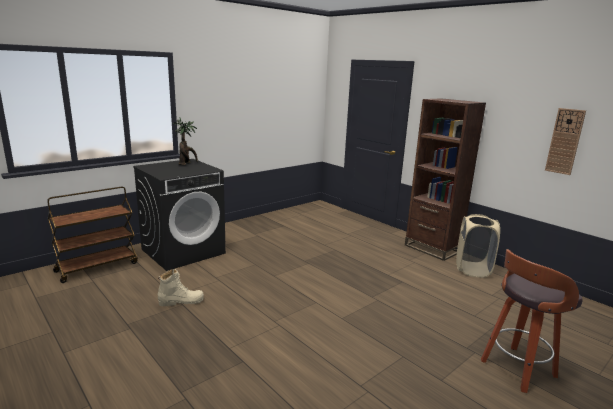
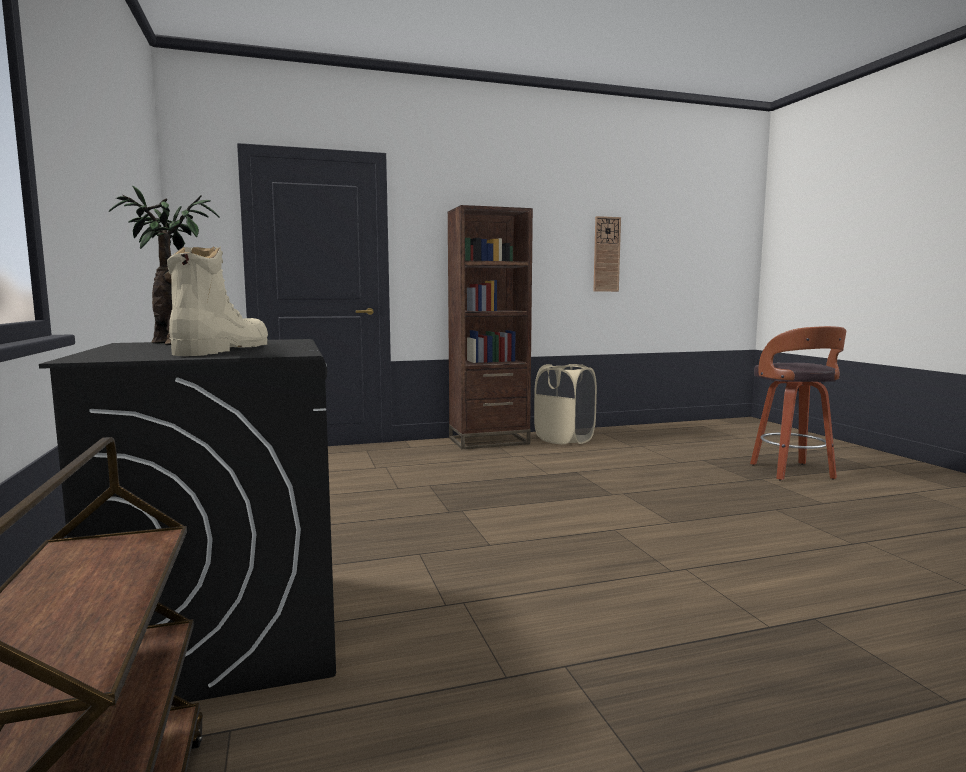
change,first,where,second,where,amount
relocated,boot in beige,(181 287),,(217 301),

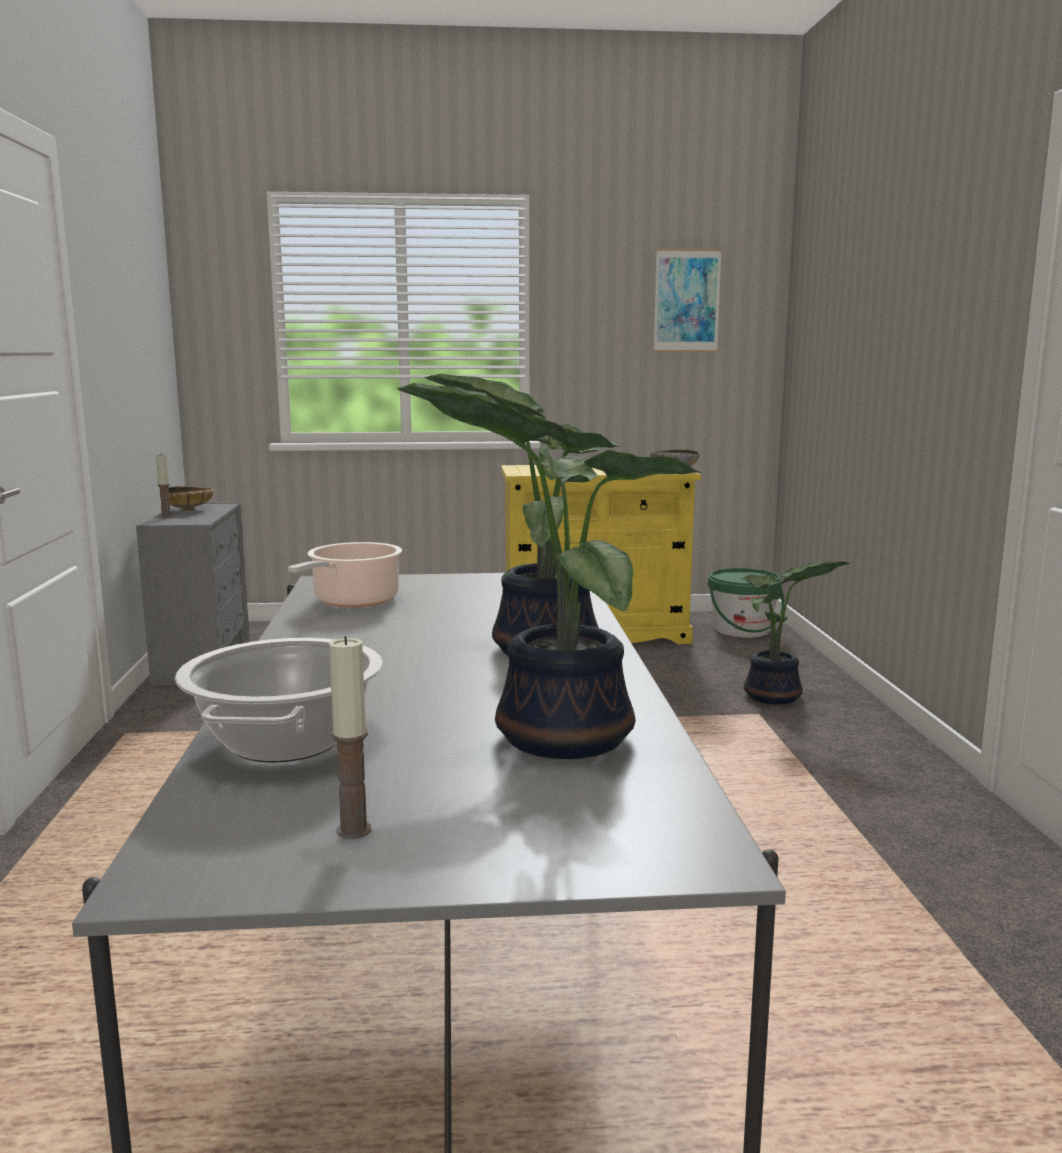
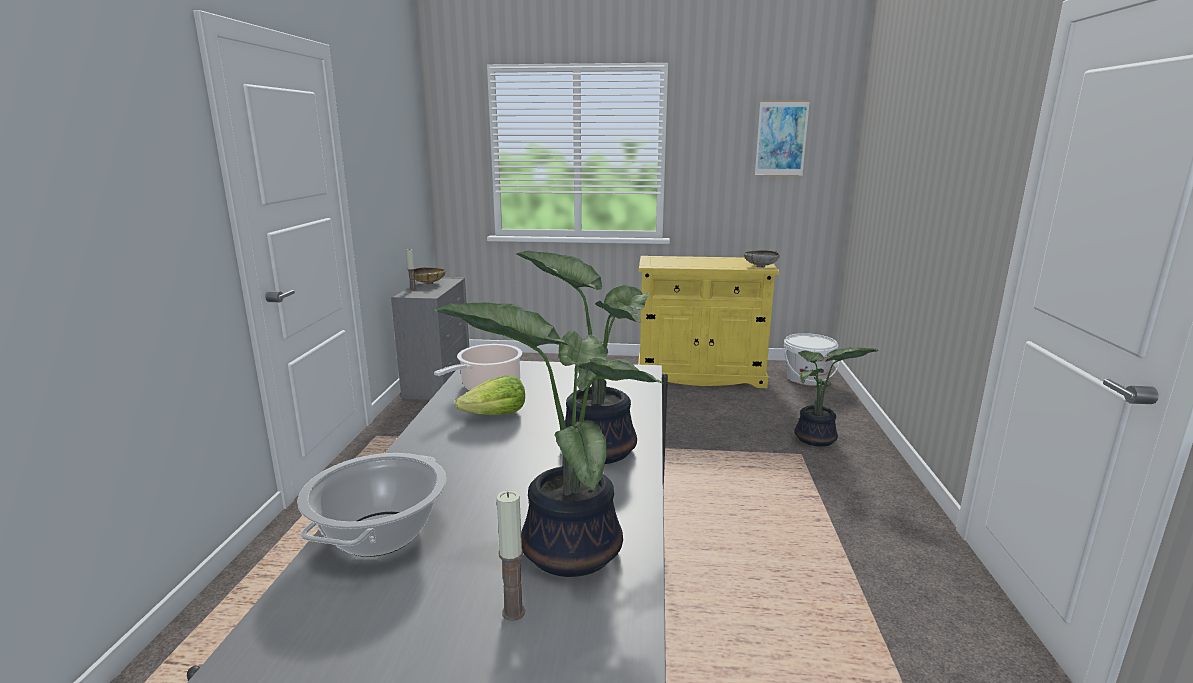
change,first,where,second,where,amount
colour,bucket in green,(746 603),bucket in white,(811 359),
relocated,candle,(350 737),,(511 555),
appeared,,,lettuce,(490 395),

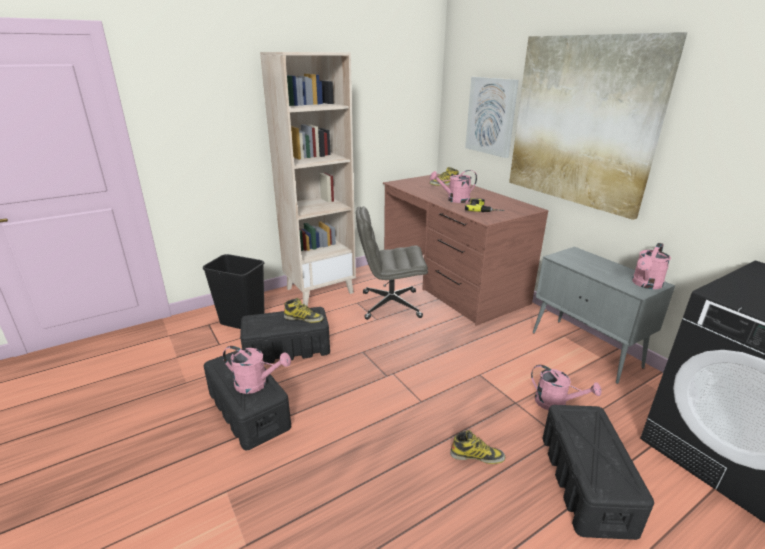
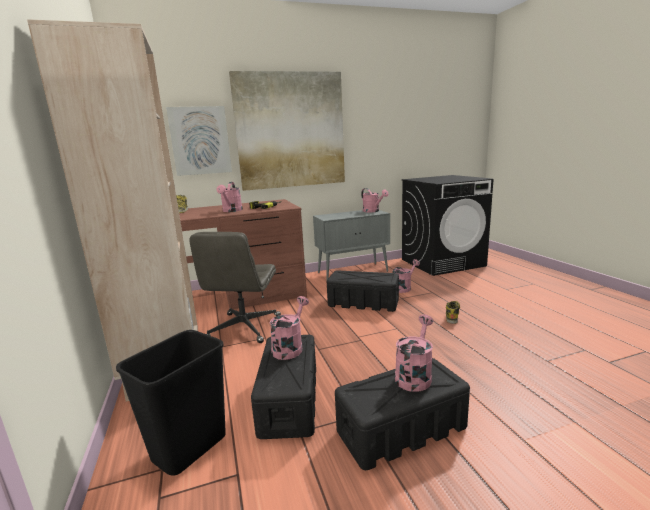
change,first,where,second,where,amount
exchanged,boot,(304 310),watering can in pink,(289 328),
relocated,storage box in black,(598 472),,(363 291),

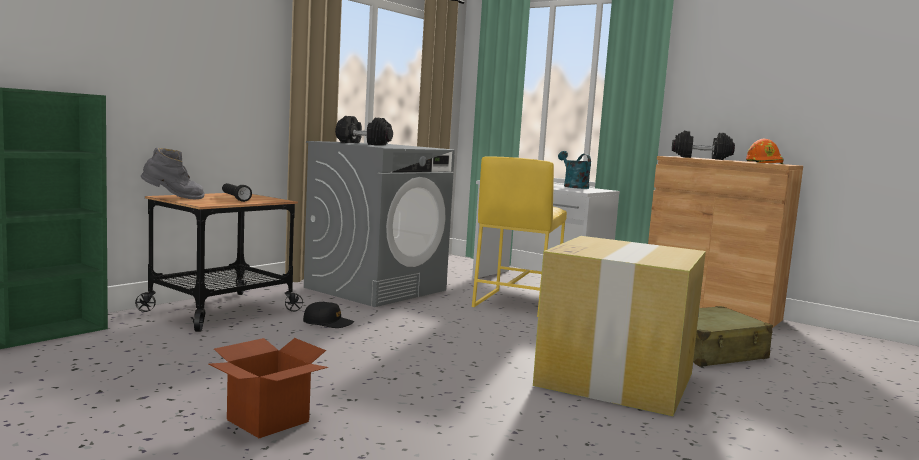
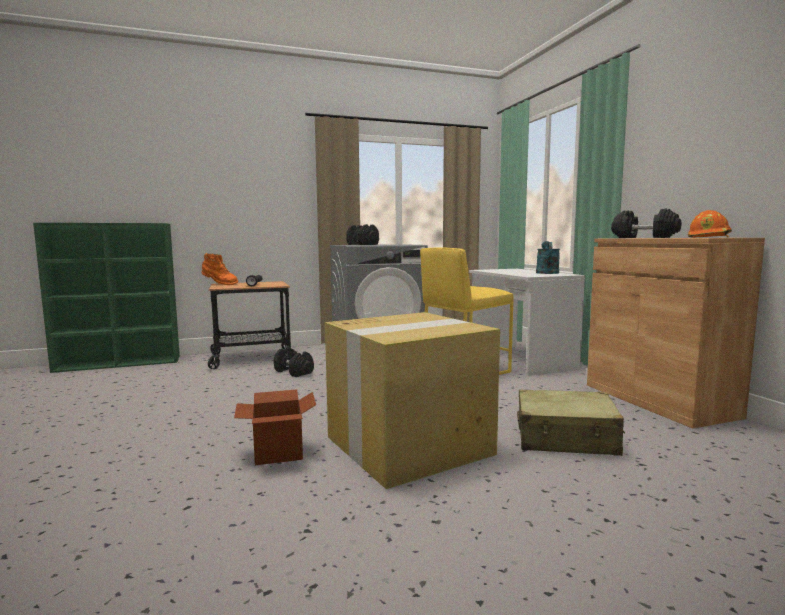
change,first,where,second,where,amount
colour,boot in grey,(173 173),boot in orange,(219 269),
exchanged,cap in black,(328 314),dumbbell in black,(294 362),
relocated,cardboard box,(268 388),,(275 427),

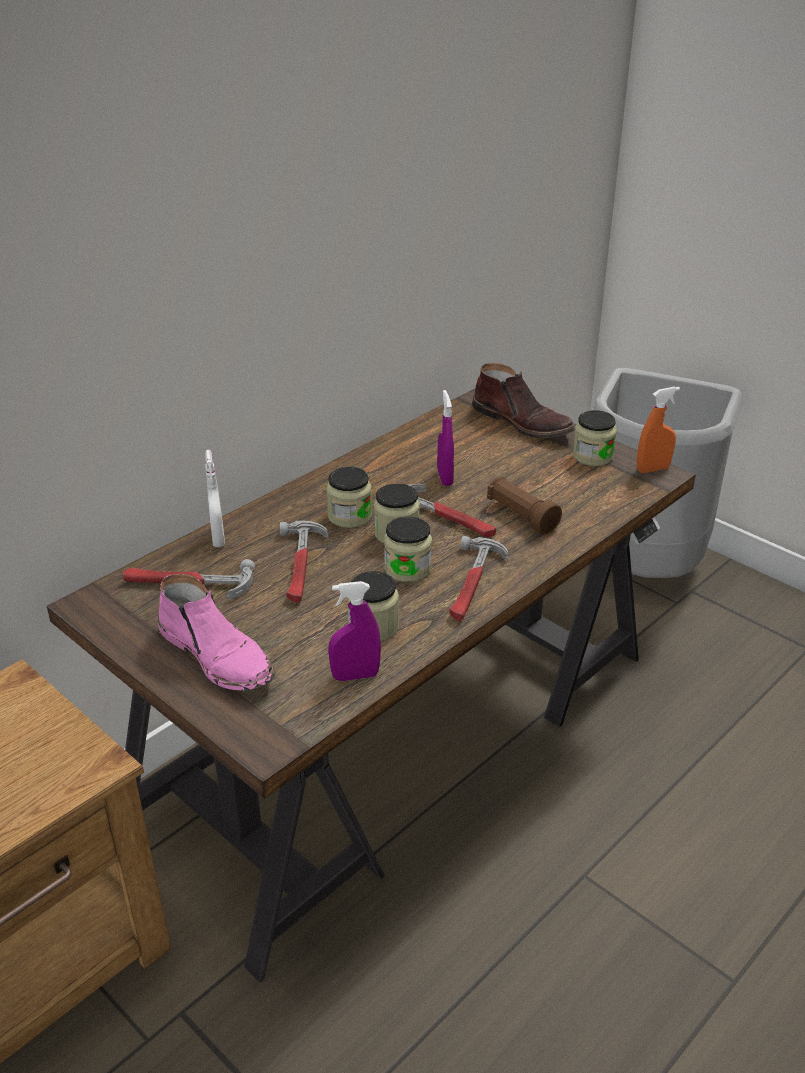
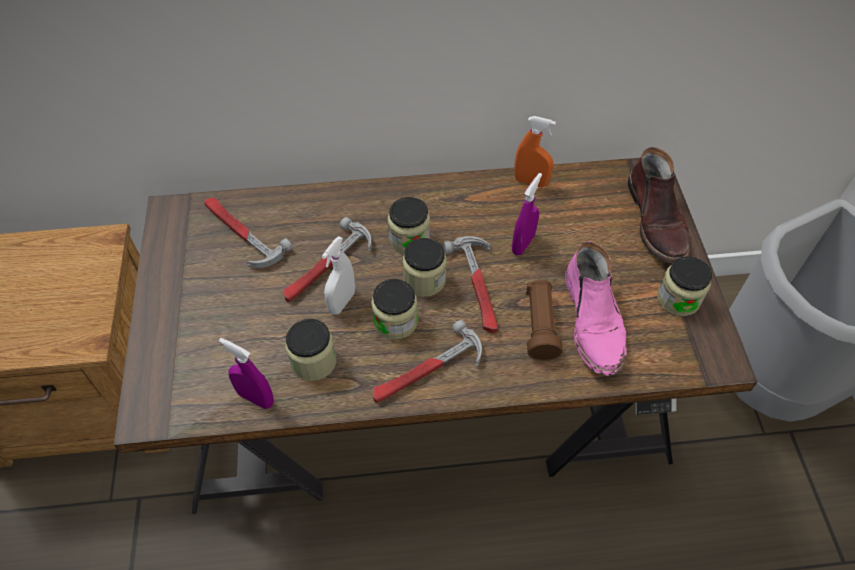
change,first,where,second,where,amount
relocated,spray bottle in orange,(658 430),,(535 151),
relocated,spray bottle in white,(215 498),,(338 275),
relocated,boot in pink,(216 632),,(596 309),

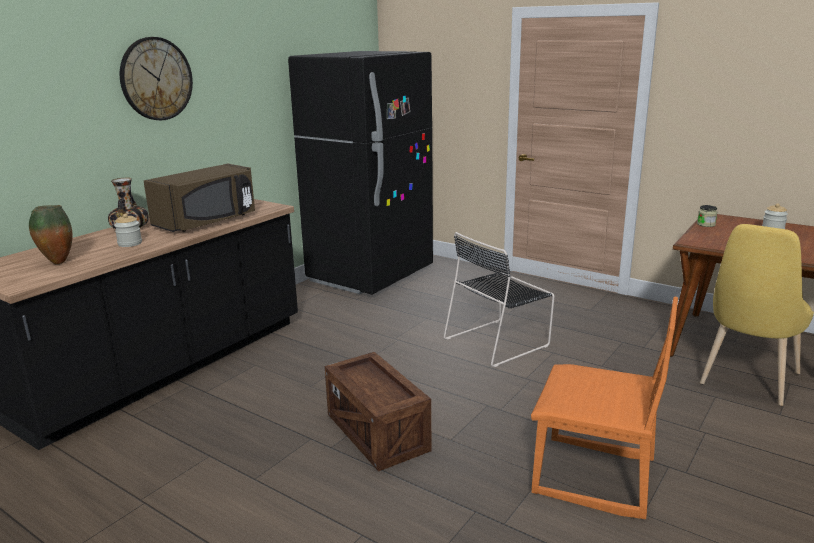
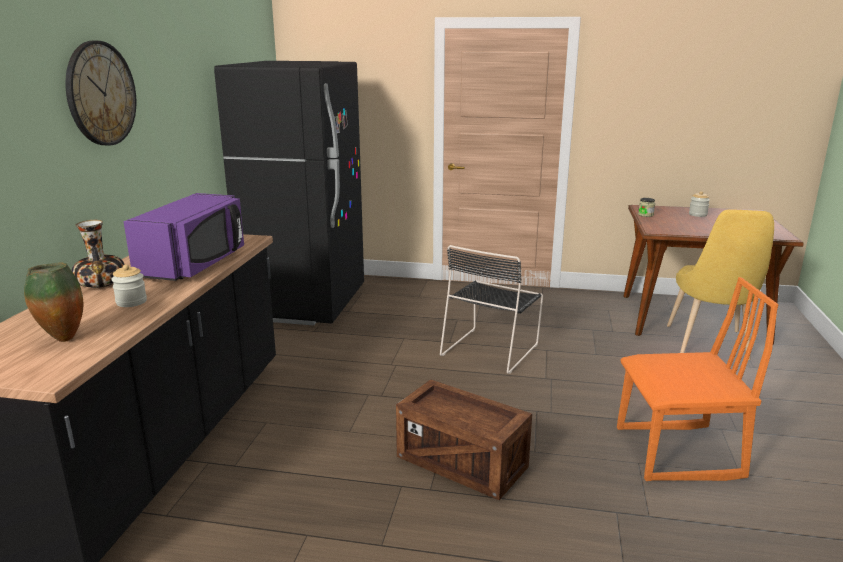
change,first,where,second,where,amount
colour,microwave in brown,(199 198),microwave in purple,(184 237),

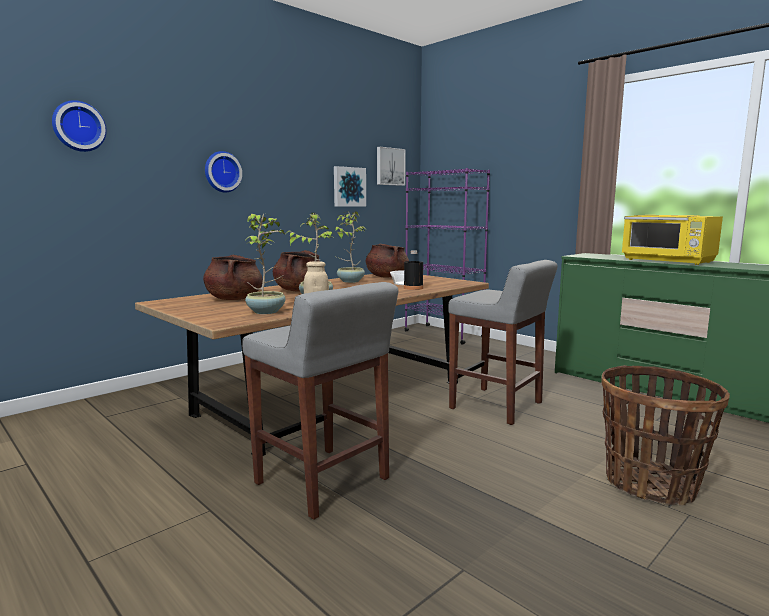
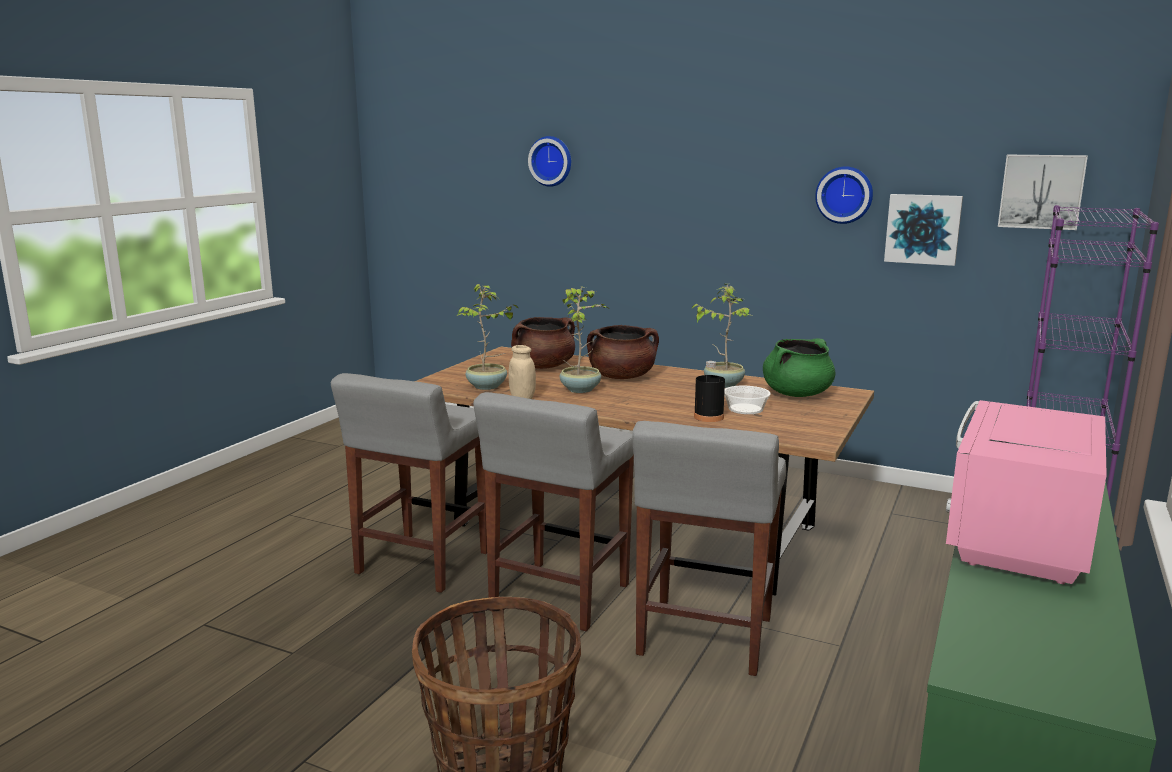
change,first,where,second,where,amount
relocated,wall clock,(223 172),,(844 195),
colour,microwave in yellow,(672 240),microwave in pink,(1026 492),
colour,cooking pot in brown,(387 260),cooking pot in green,(799 367),
appeared,,,stool in grey,(553 511),

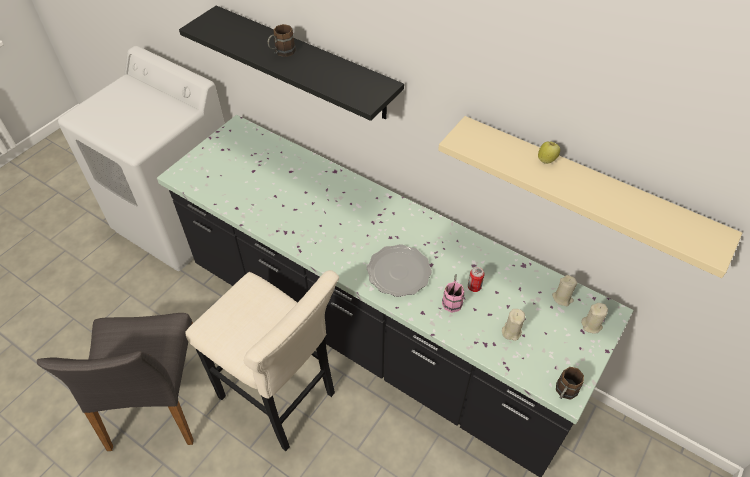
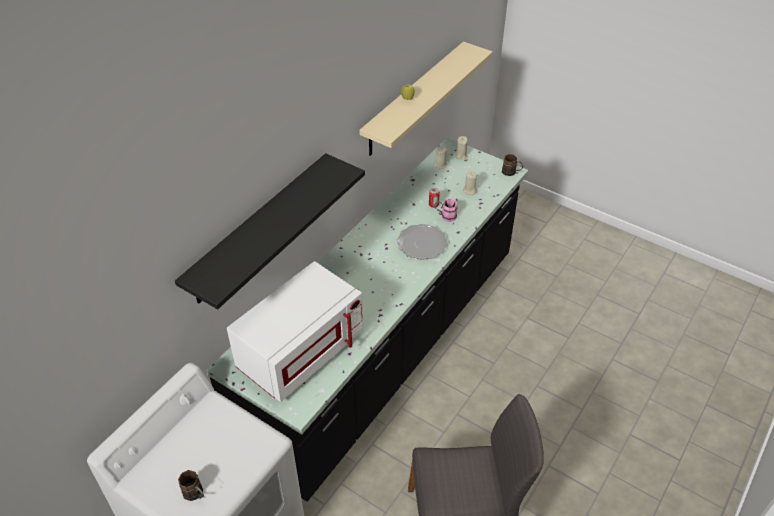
change,first,where,second,where,amount
relocated,mug in brown,(282 40),,(191 485),
missing,stool in beige,(262 360),,,
appeared,,,microwave in white,(295 331),

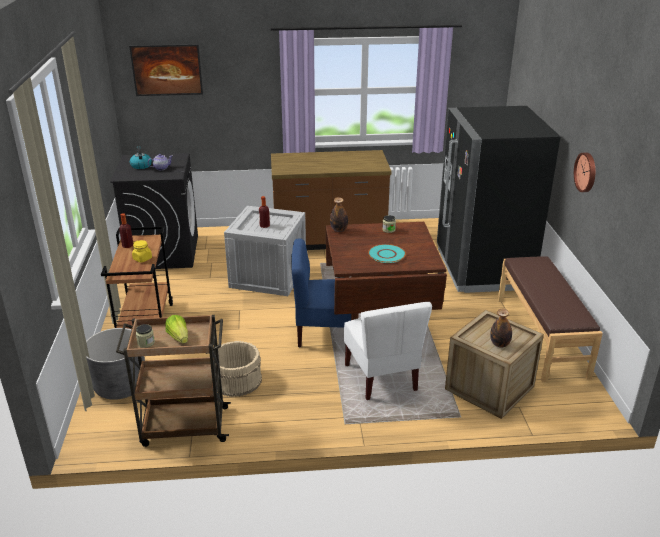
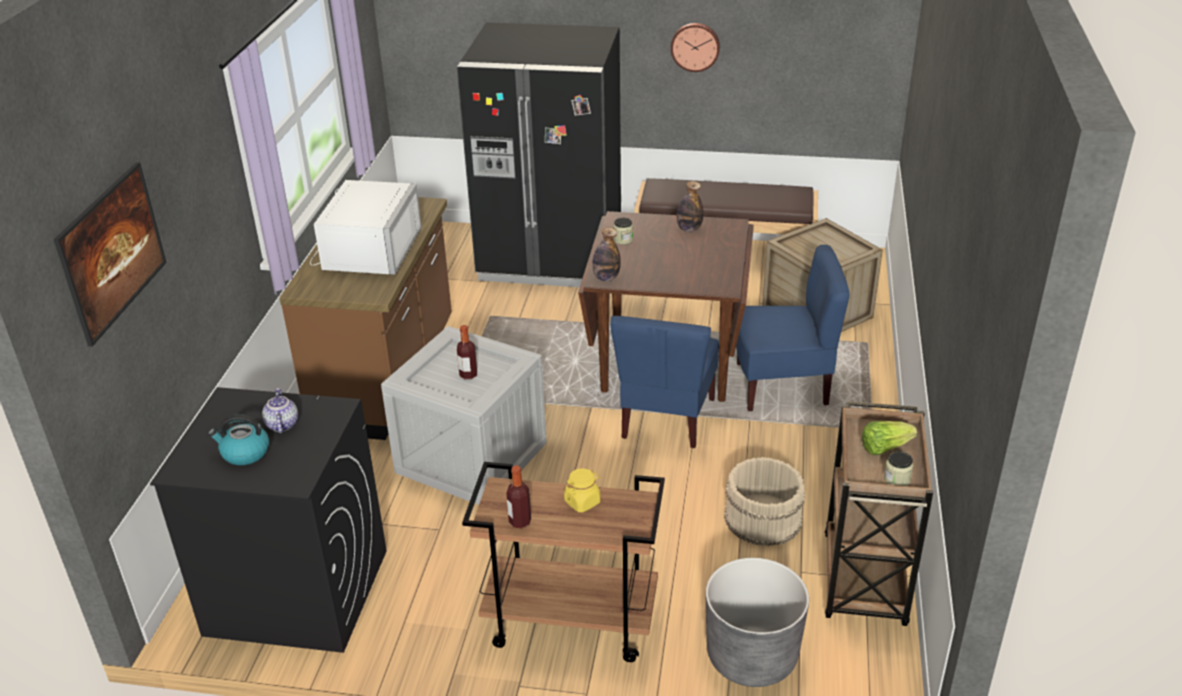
change,first,where,second,where,amount
missing,plate in turquoise,(387 253),,,
colour,chair in white,(388 351),chair in blue,(793 328),
relocated,bottle,(501 328),,(690 206),
appeared,,,microwave in white,(366 227),

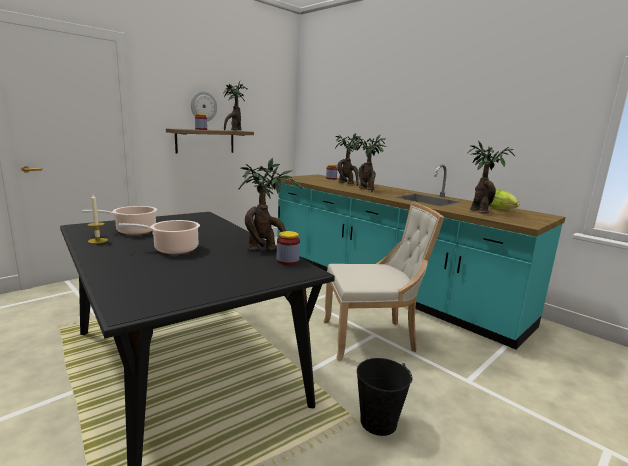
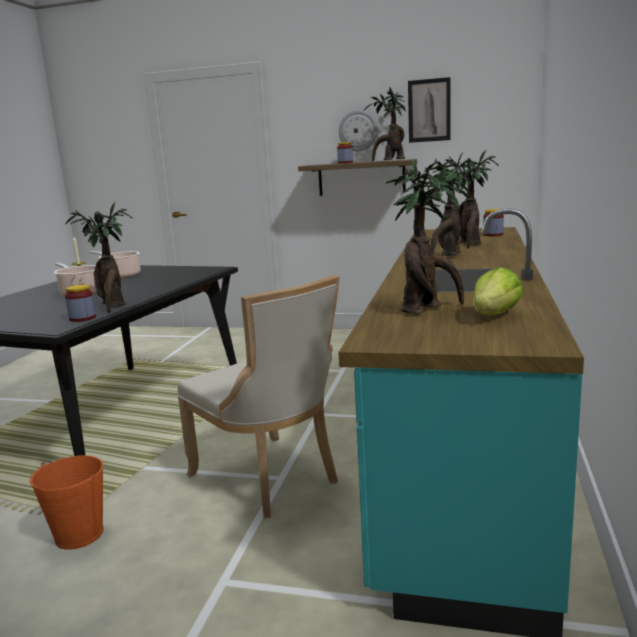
change,first,where,second,where,amount
colour,bucket in black,(384 397),bucket in orange,(66 502),
appeared,,,picture,(429 110),

